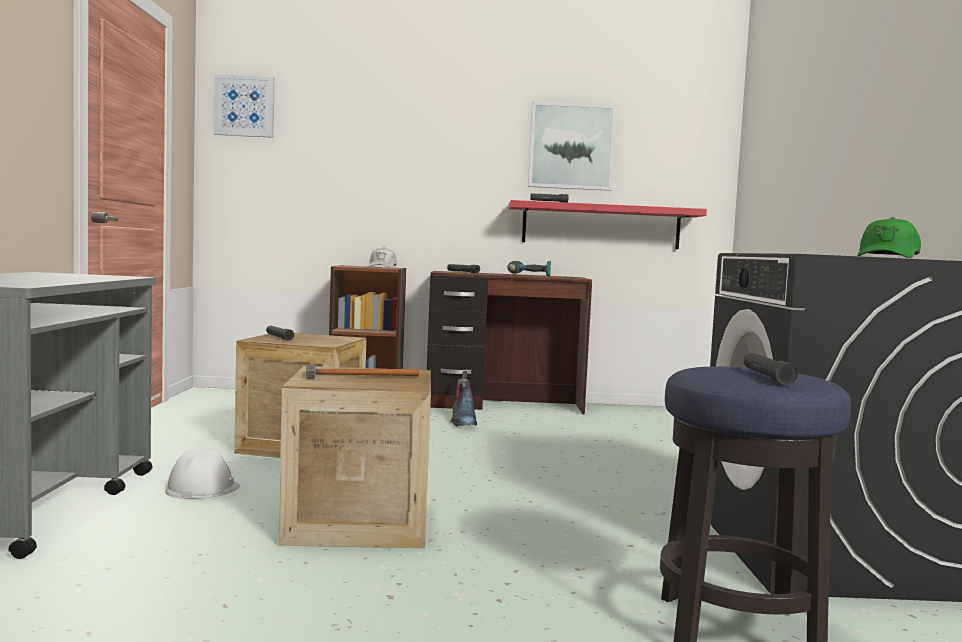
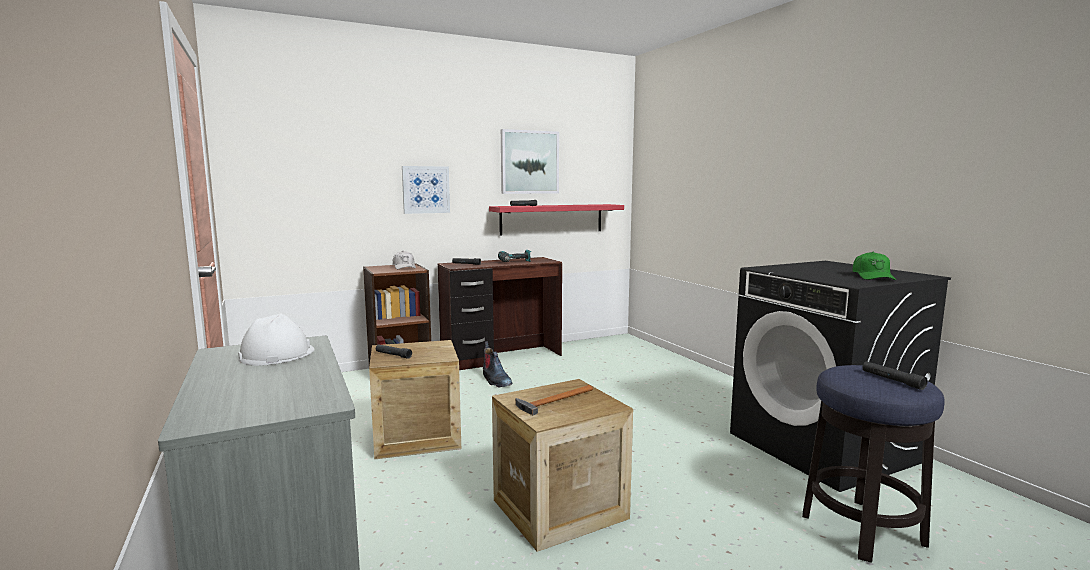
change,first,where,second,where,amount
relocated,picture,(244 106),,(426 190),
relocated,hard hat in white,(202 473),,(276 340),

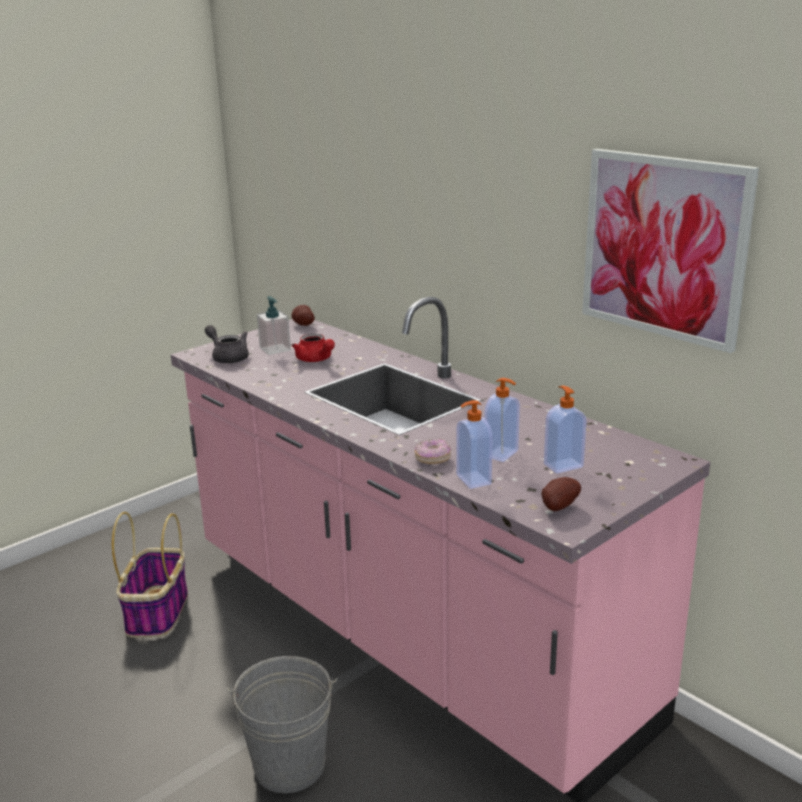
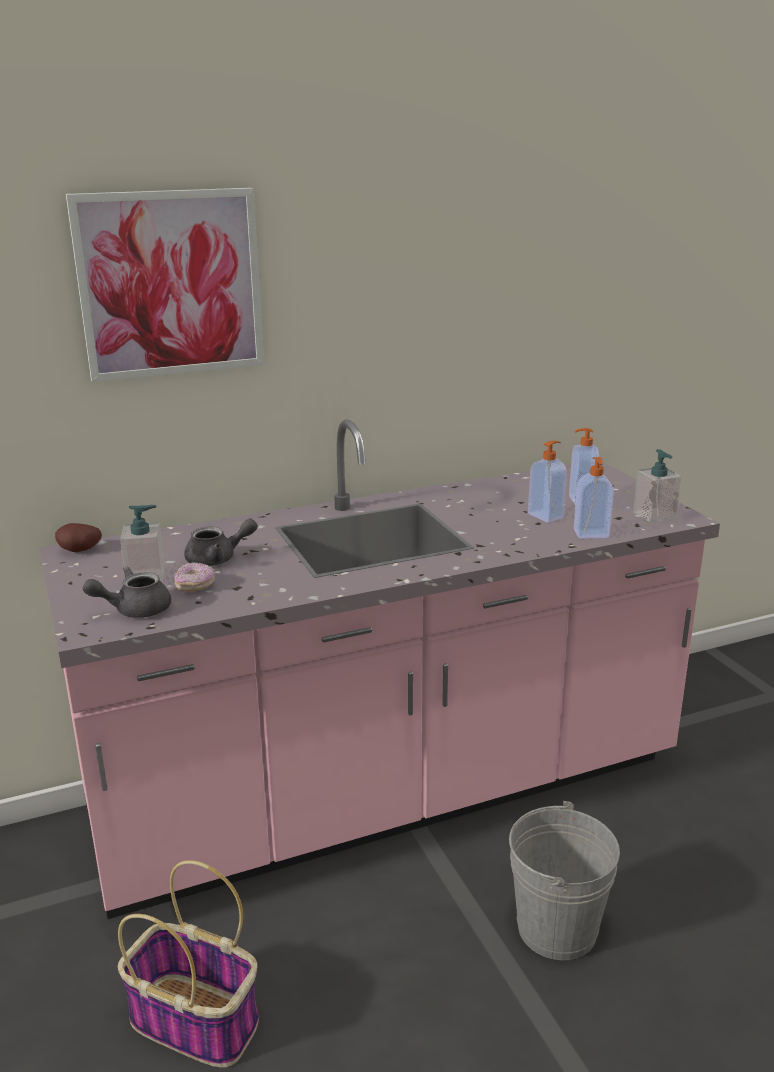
change,first,where,second,where,amount
relocated,picture,(670 251),,(165 285),
colour,teapot in red,(313 348),teapot in grey,(221 542),
relocated,donut,(432 451),,(194 577),
exchanged,potato,(561 494),soap dispenser,(657 486),

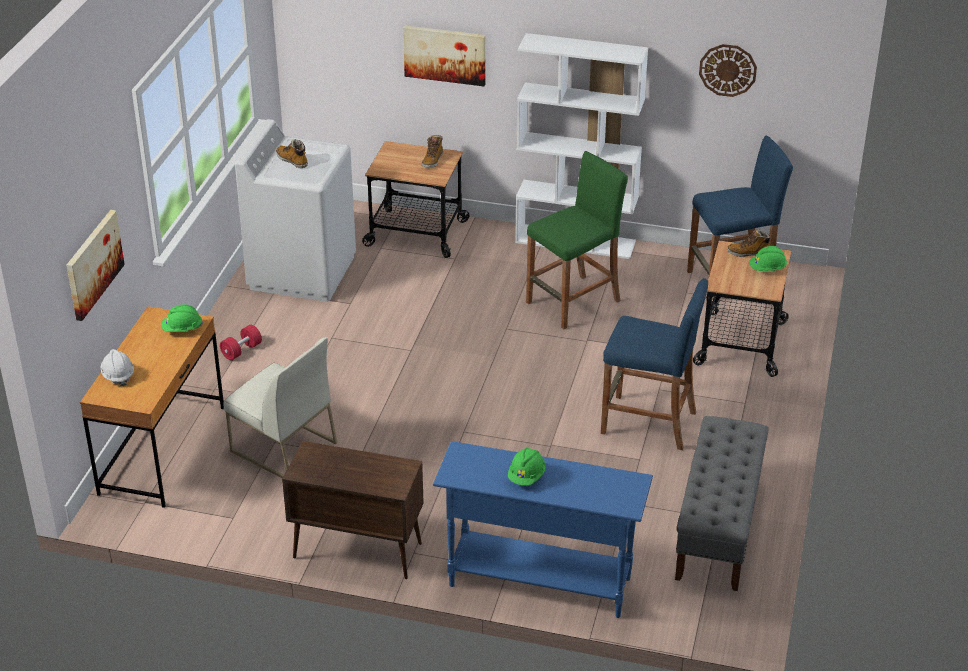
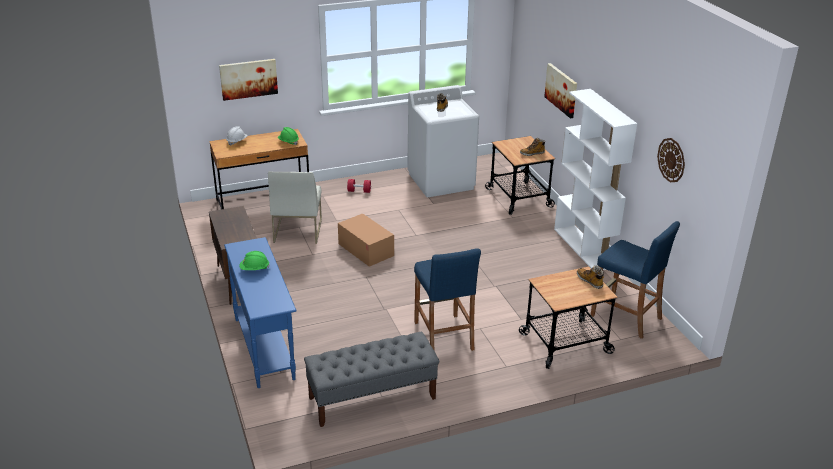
change,first,where,second,where,amount
missing,stool in green,(577 240),,,
missing,hard hat in green,(768 258),,,
appeared,,,cardboard box,(366 240),

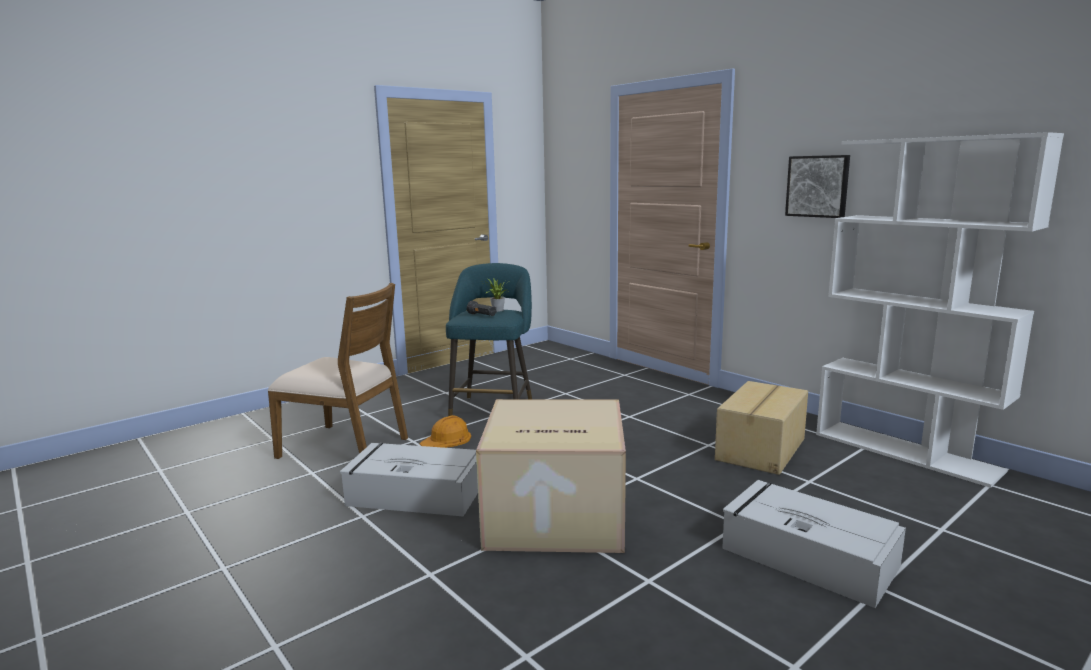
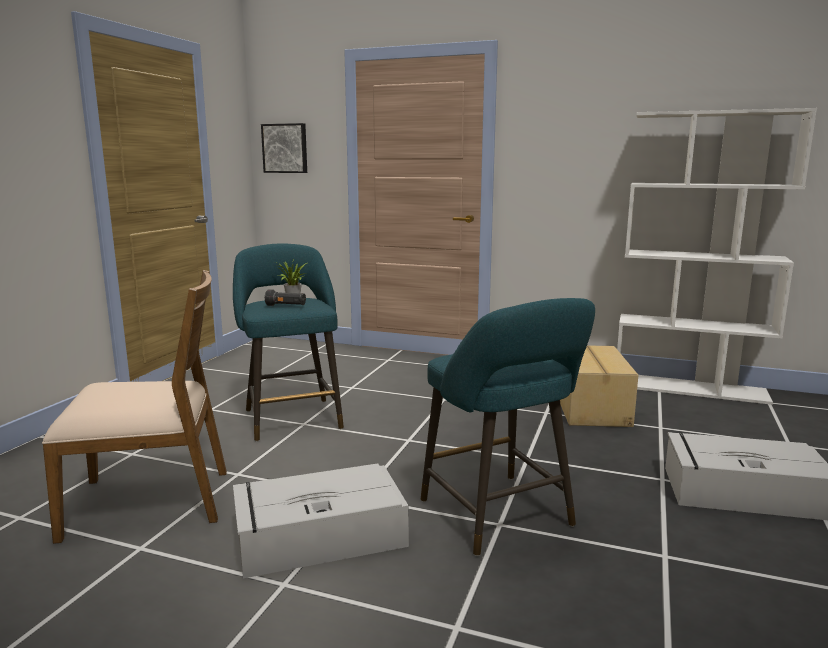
change,first,where,second,where,amount
relocated,picture,(817 186),,(284 148),
exchanged,cardboard box,(551 476),stool in turquoise,(508 427),
missing,hard hat in orange,(445 431),,,

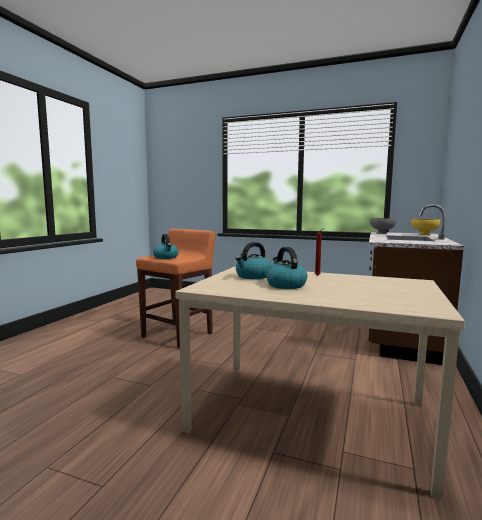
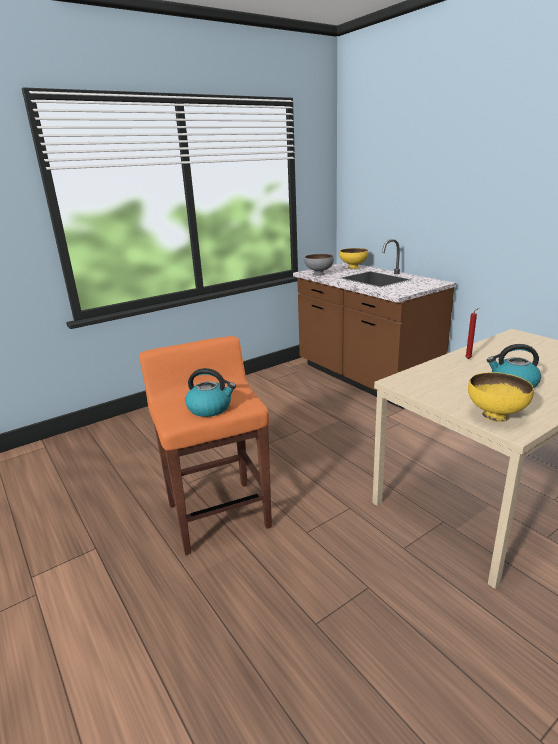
change,first,where,second,where,amount
missing,kettle,(254 260),,,
appeared,,,bowl in yellow,(501 397),

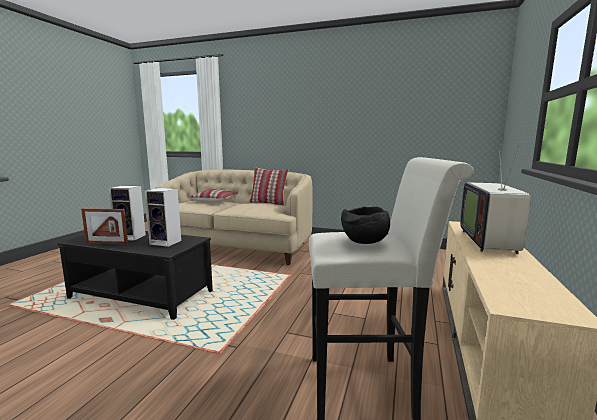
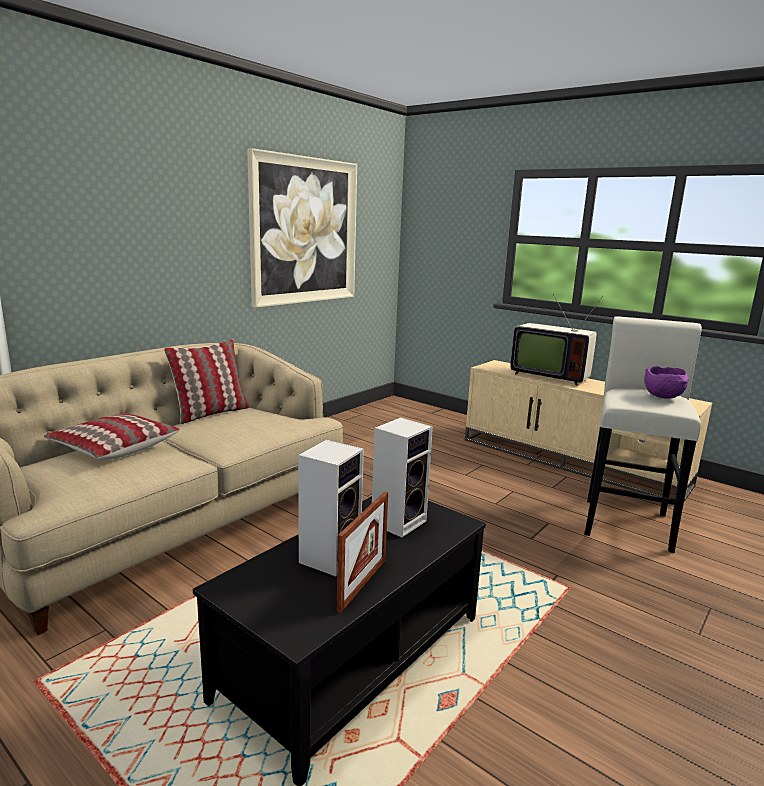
change,first,where,second,where,amount
colour,bowl in black,(365 225),bowl in purple,(666 382),
appeared,,,picture,(302 228),

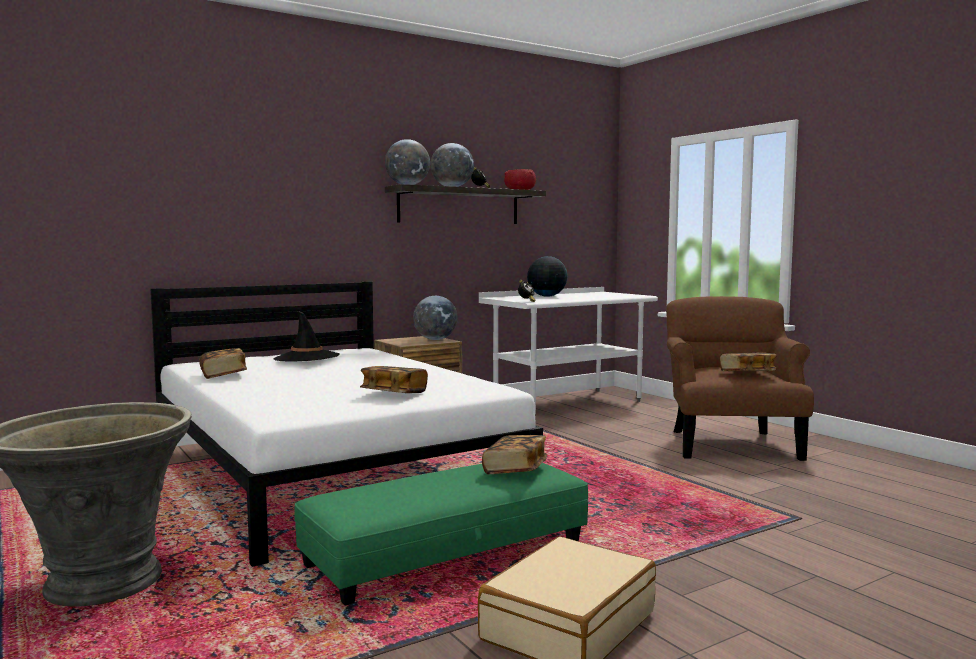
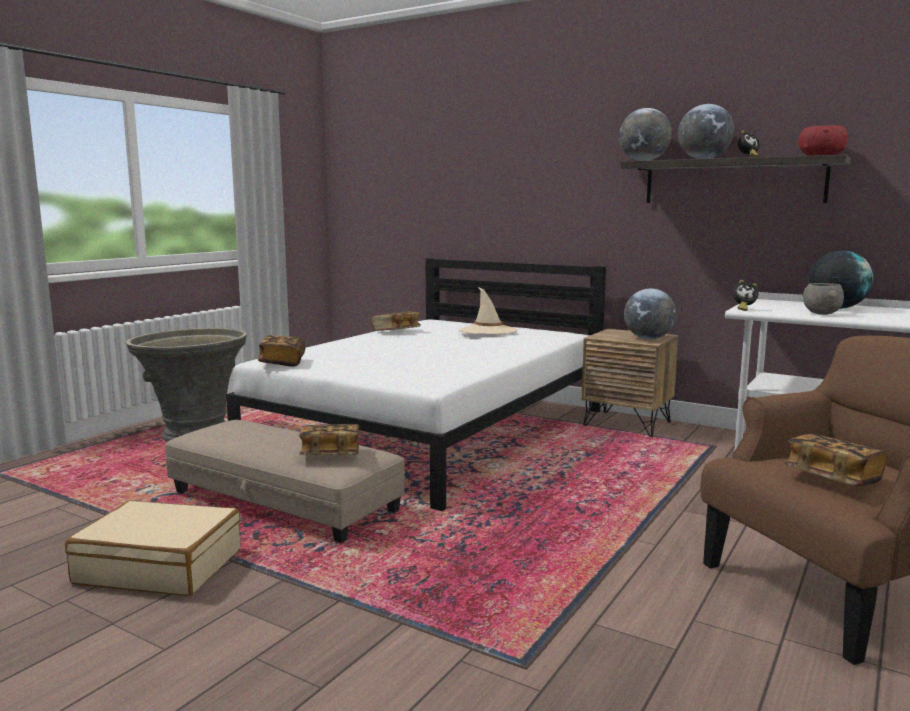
change,first,where,second,where,amount
colour,hat in black,(306 336),hat in beige,(488 310),
relocated,book,(394 379),,(281 351),
colour,ottoman in green,(441 534),ottoman in beige,(285 481),
appeared,,,bowl in grey,(823 299),

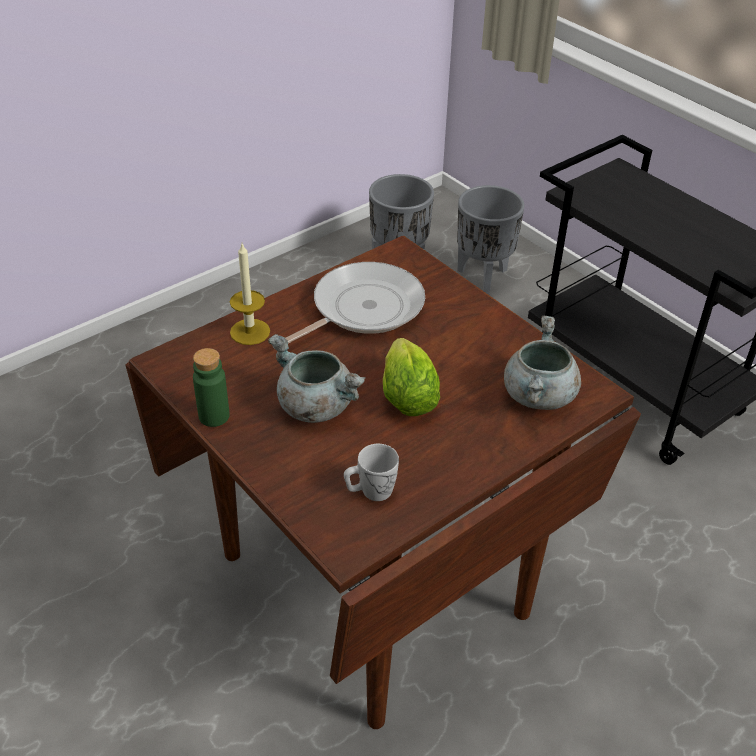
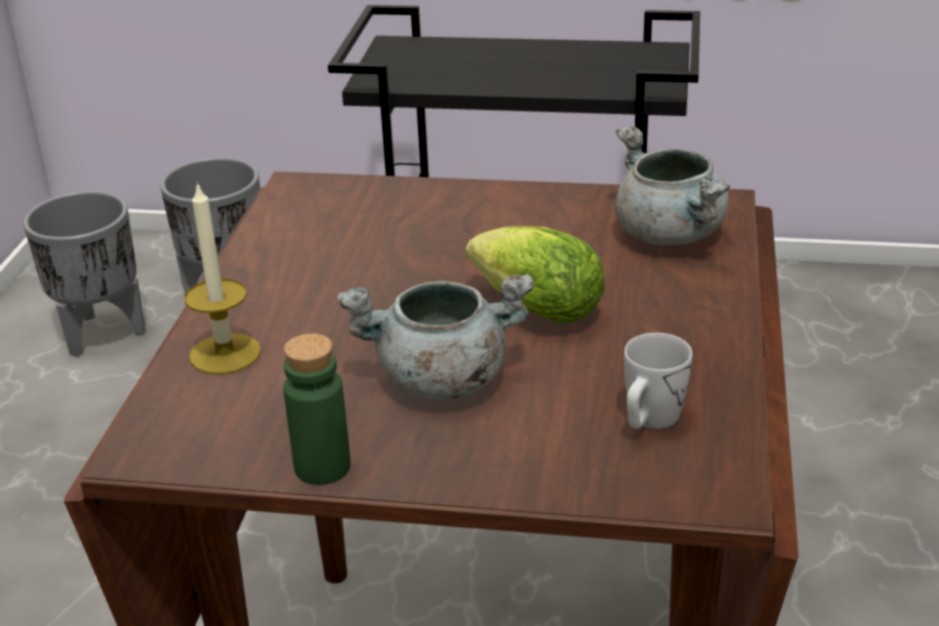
change,first,where,second,where,amount
missing,frying pan,(348 305),,,

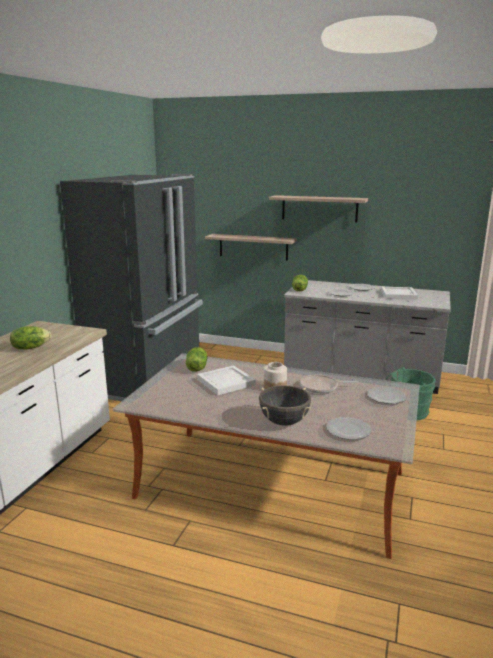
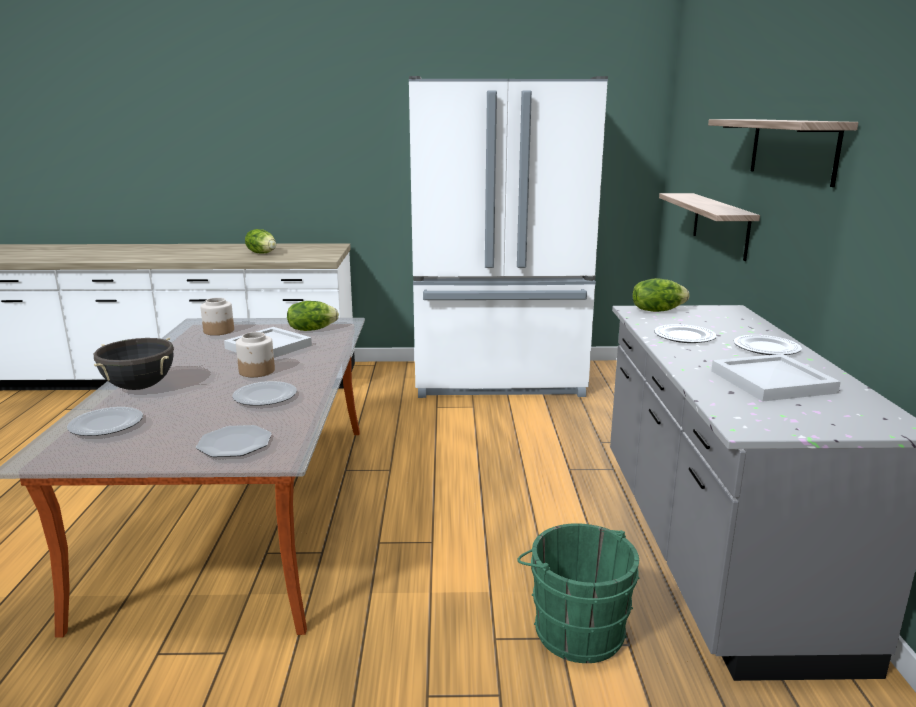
change,first,where,second,where,amount
colour,fridge in black,(131 287),fridge in white,(508 237),
exchanged,frying pan,(329 384),plate,(264 393),
appeared,,,jar,(217 316),

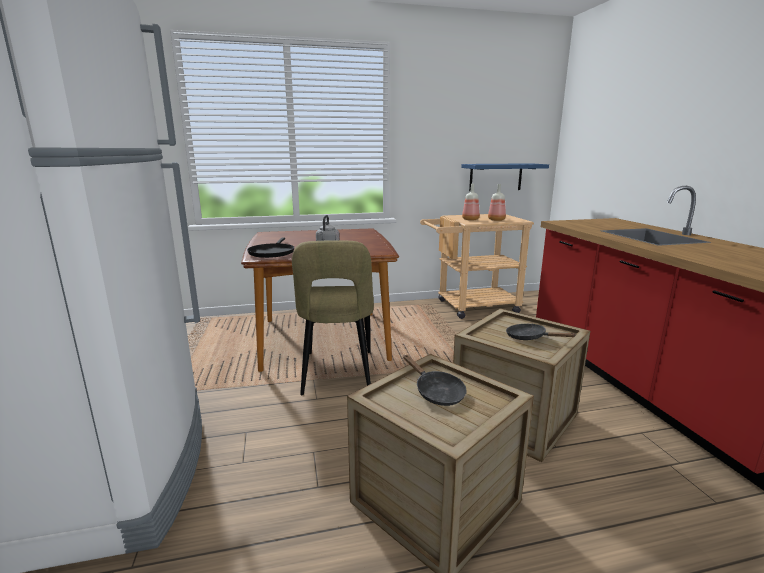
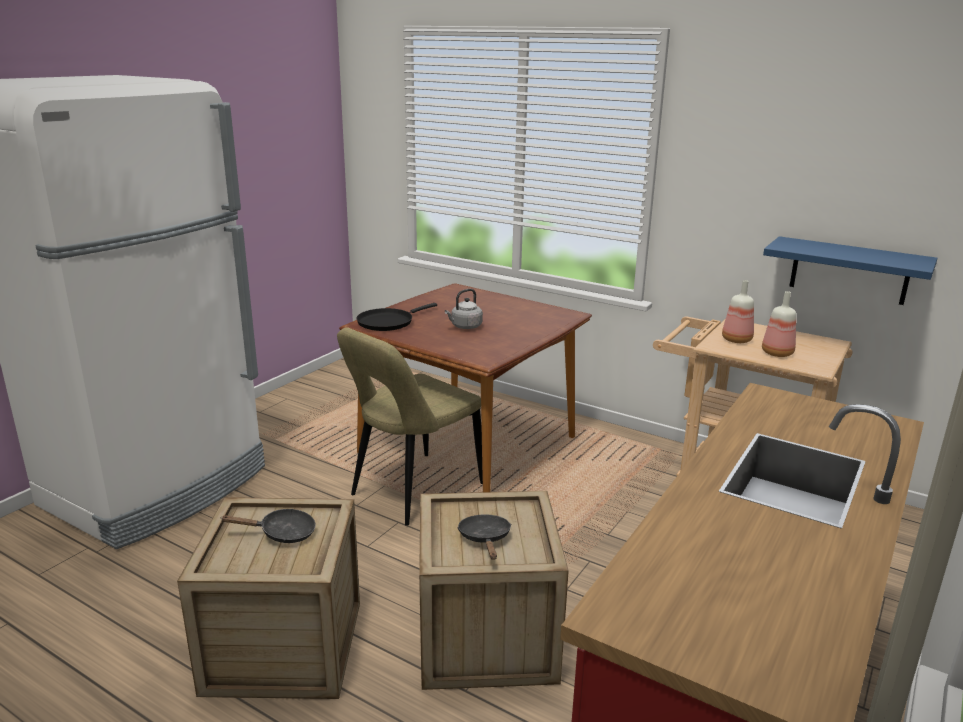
change,first,where,second,where,amount
spun,frying pan in black,(435 380),,(268 526),105 degrees counterclockwise

